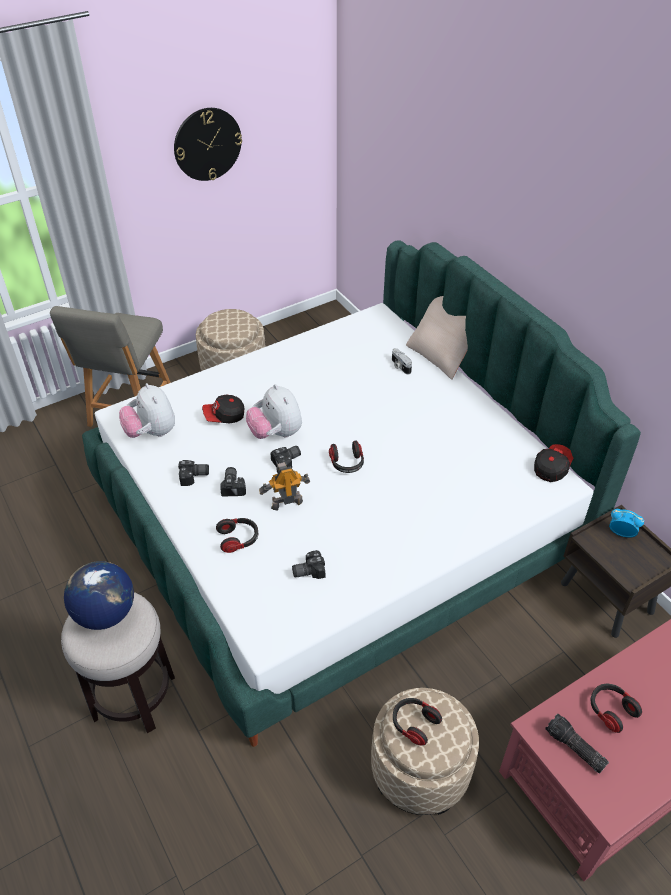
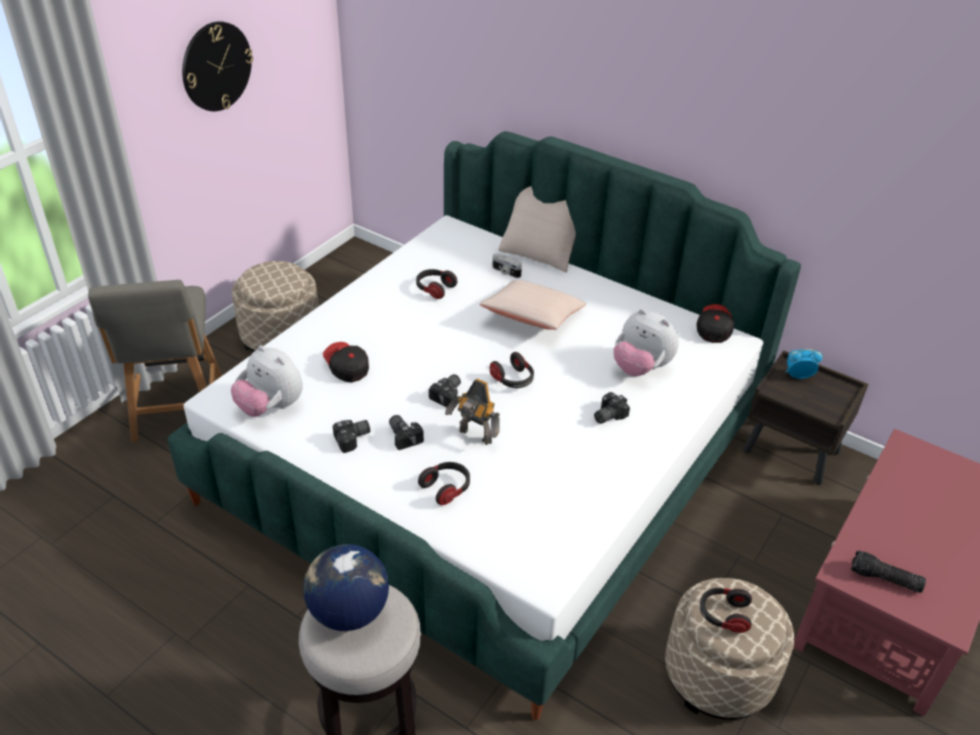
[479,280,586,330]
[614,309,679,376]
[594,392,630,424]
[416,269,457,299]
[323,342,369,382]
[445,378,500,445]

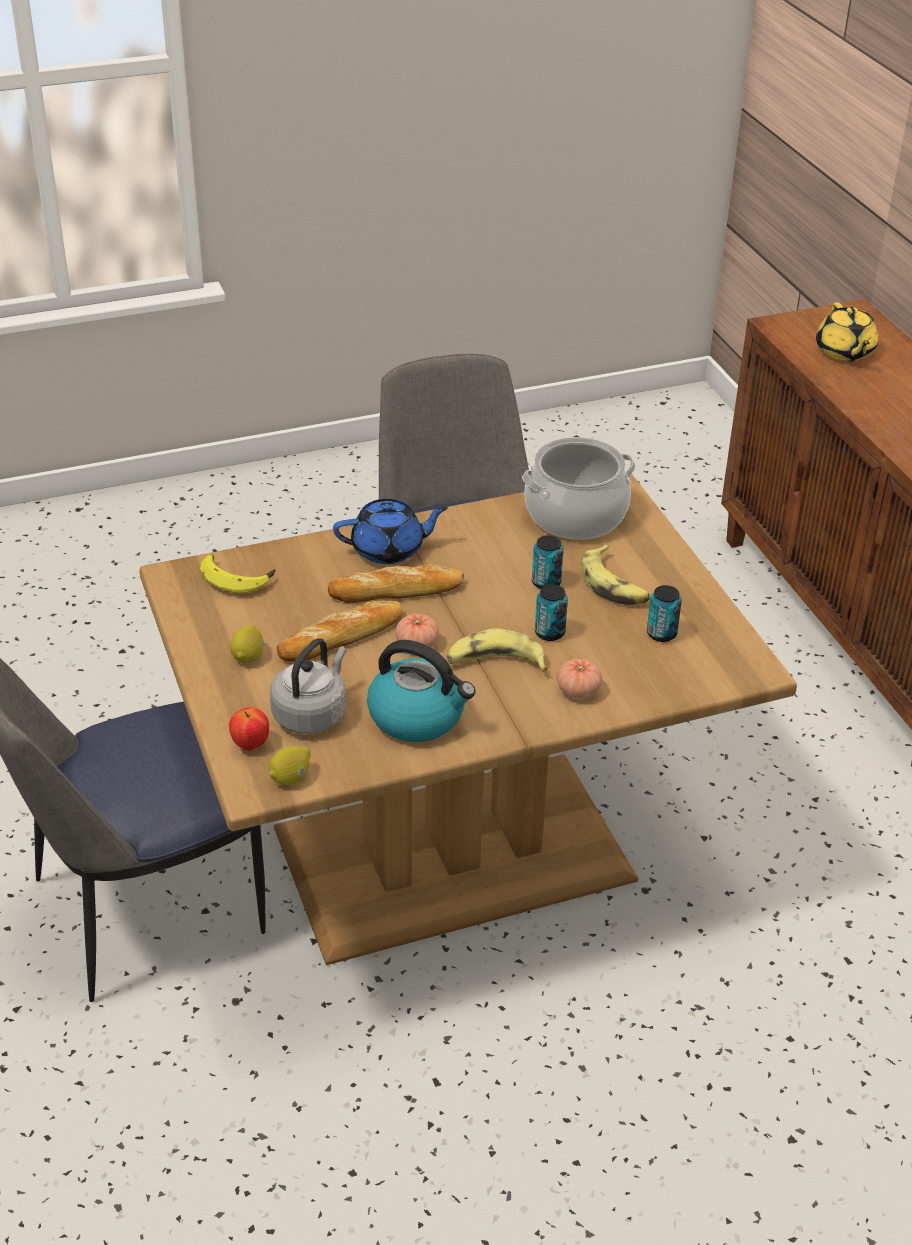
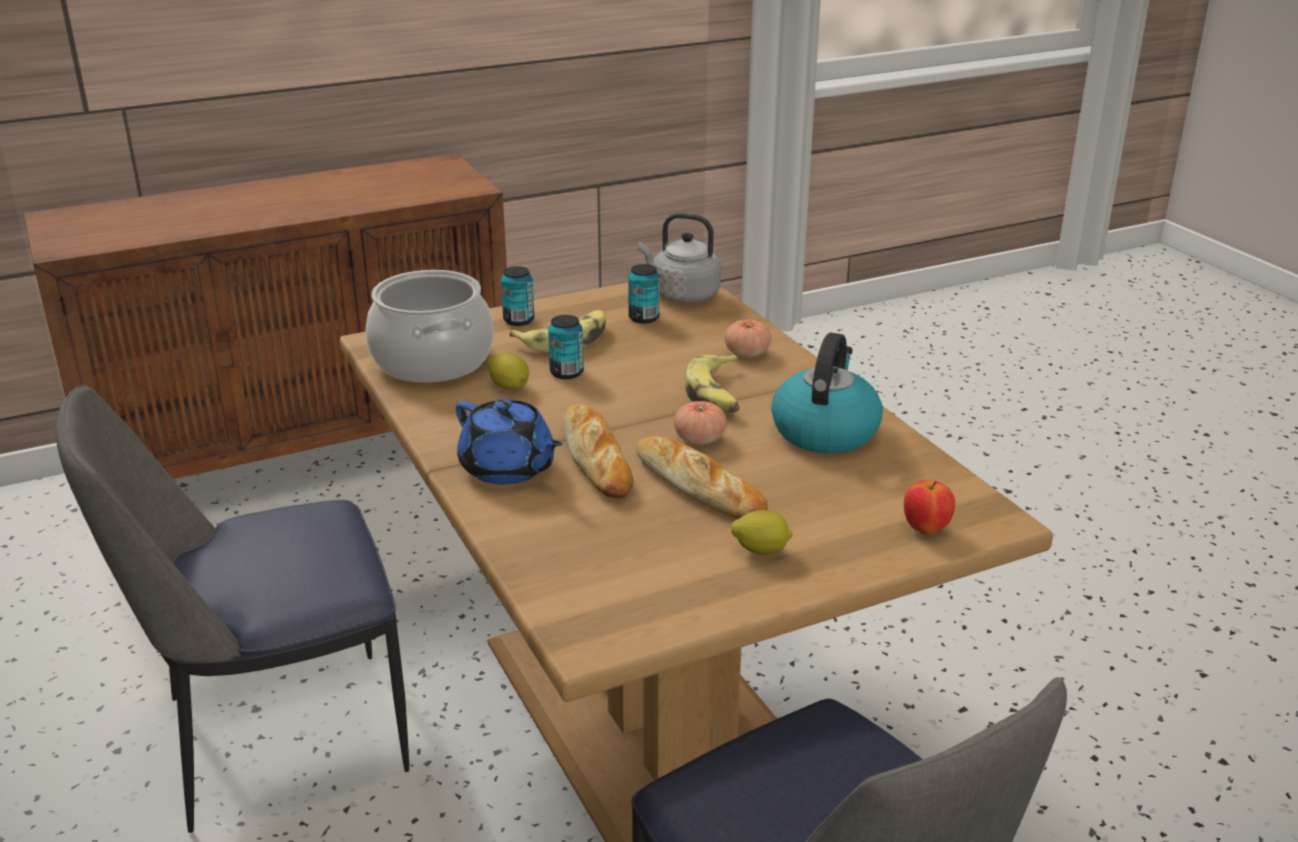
[200,554,275,593] (first image)
[816,302,878,361] (first image)
[488,353,529,390]
[638,213,721,303]
[501,266,534,326]
[456,399,562,485]

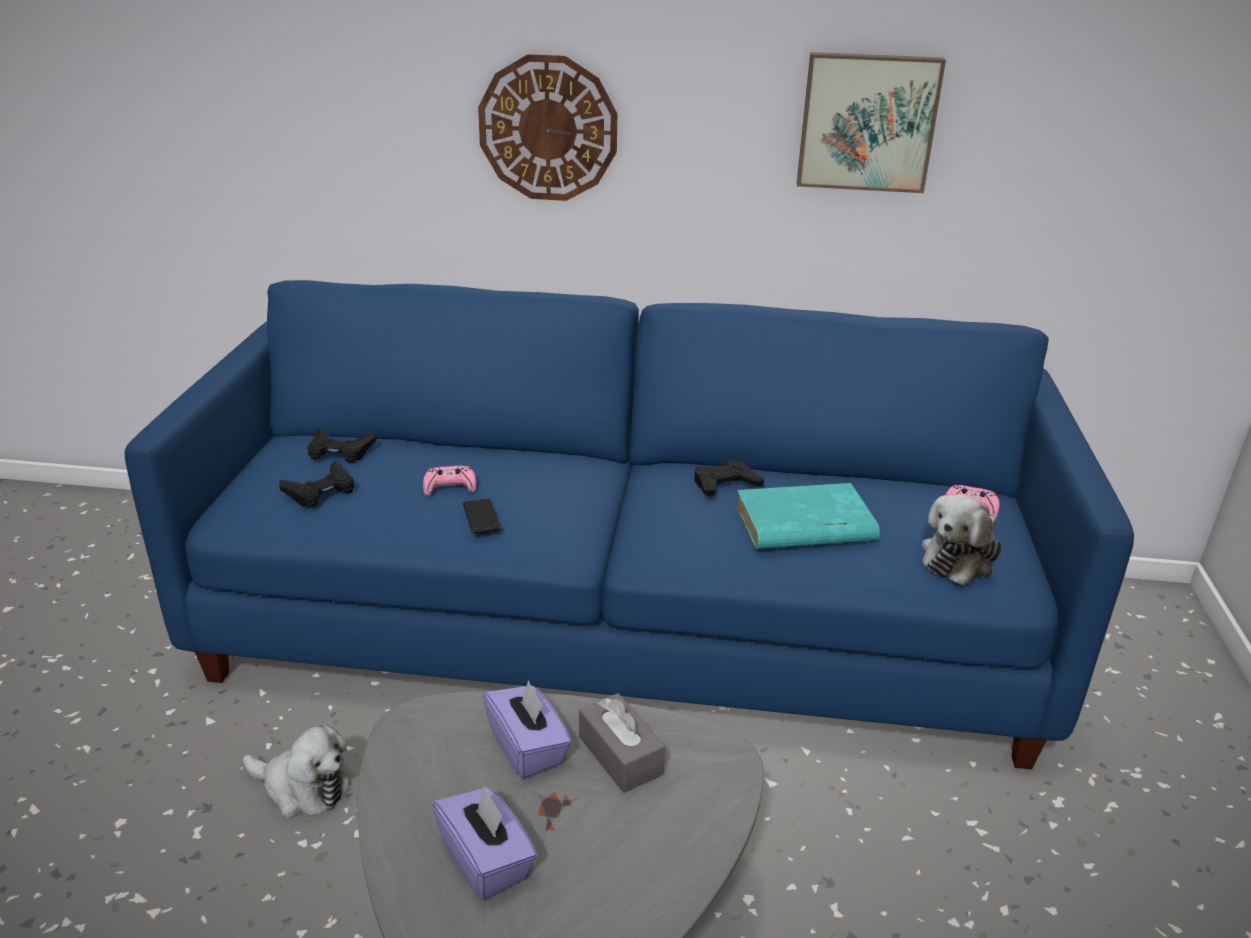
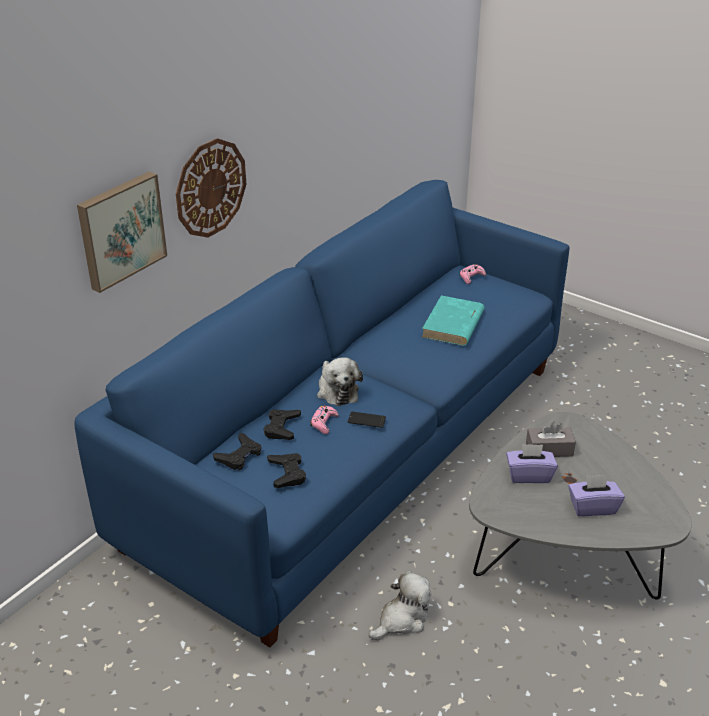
[264,409,301,440]
[77,172,167,293]
[317,357,363,406]

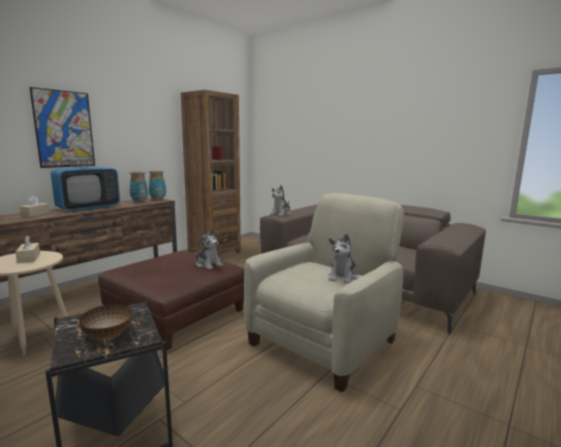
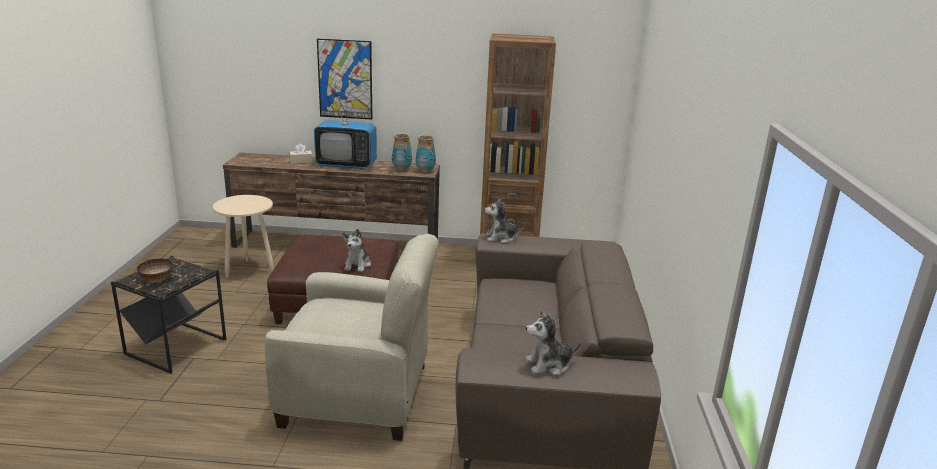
[15,236,40,263] (first image)
[525,310,581,375]

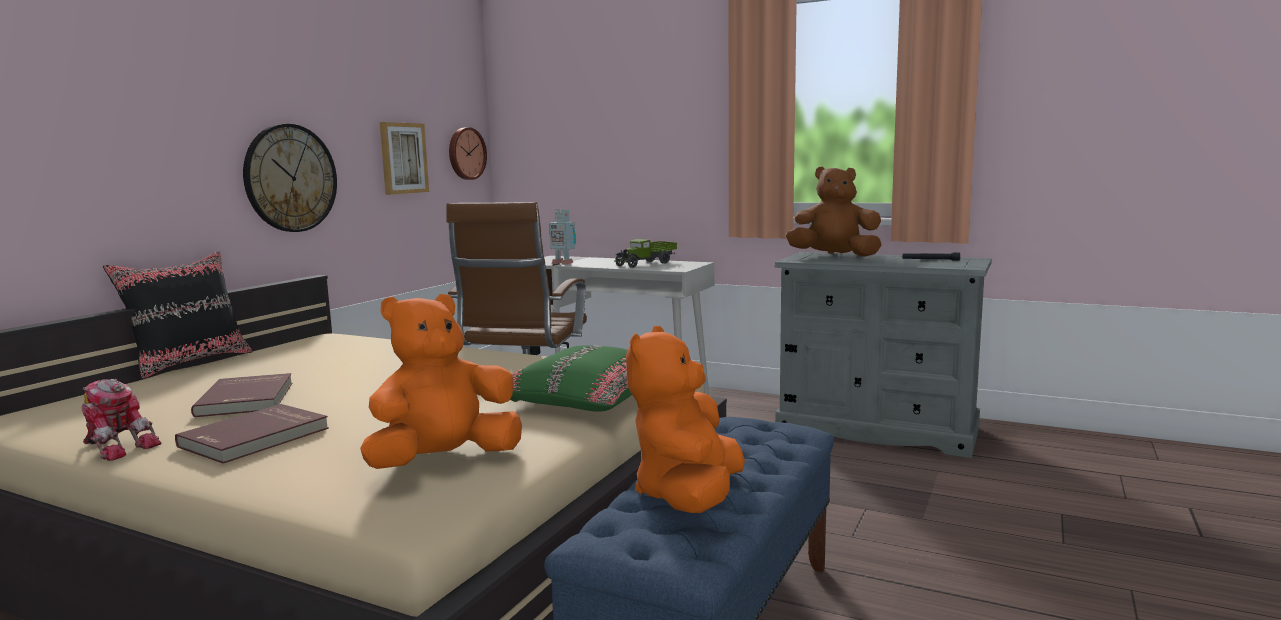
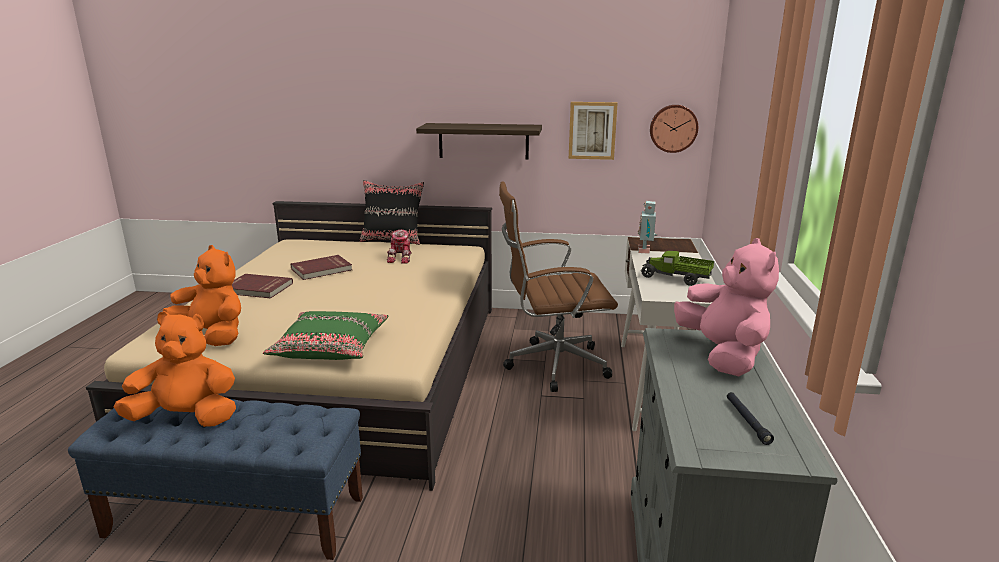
[387,230,412,264]
[416,123,542,159]
[674,238,779,376]

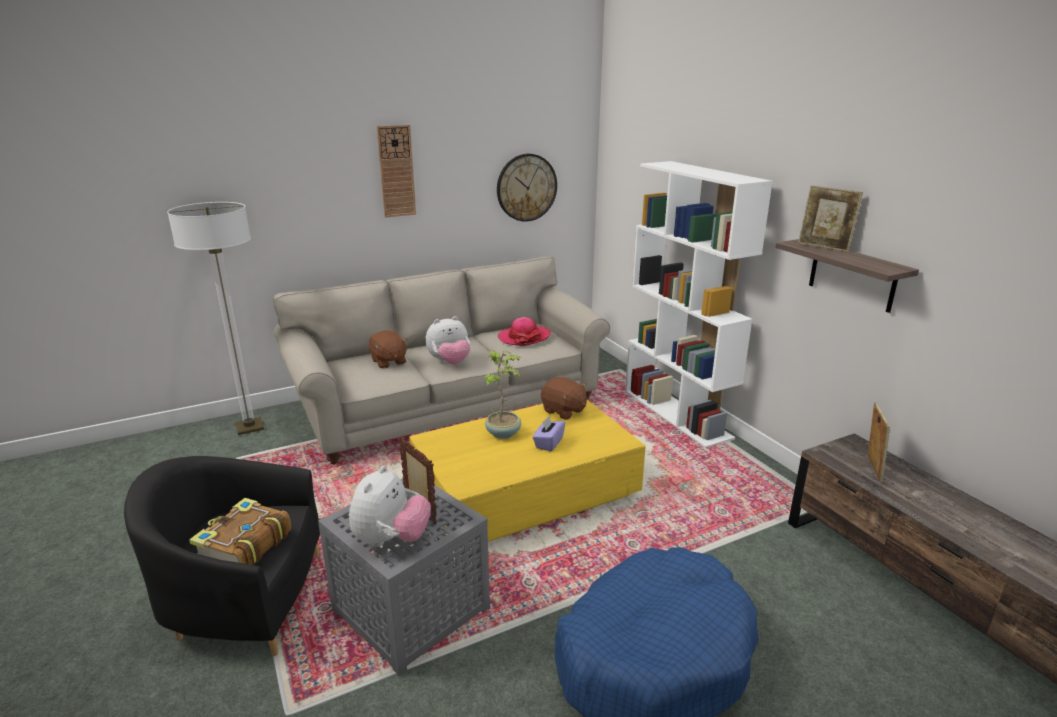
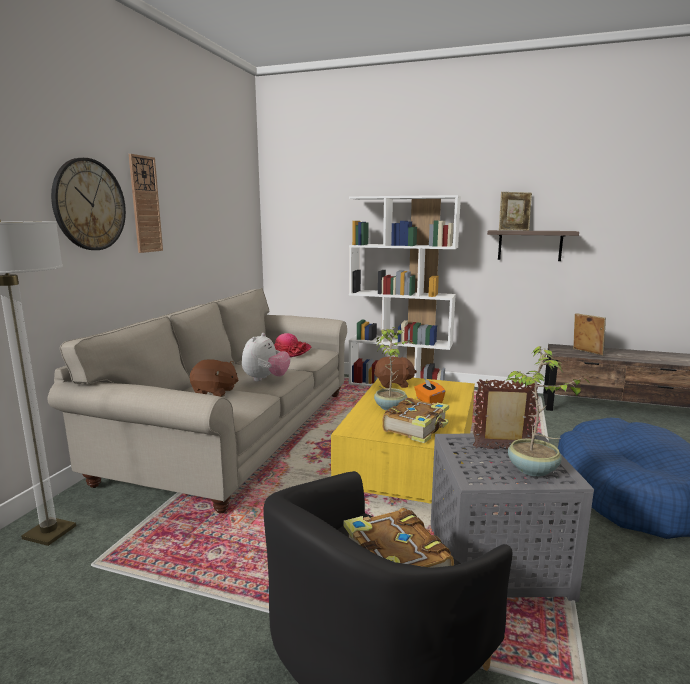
[382,398,449,443]
[51,158,126,250]
[506,346,590,477]
[414,378,445,403]

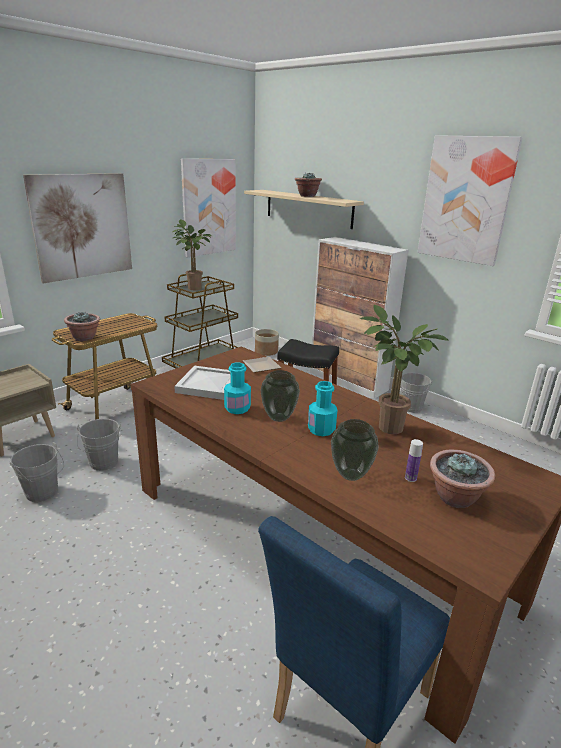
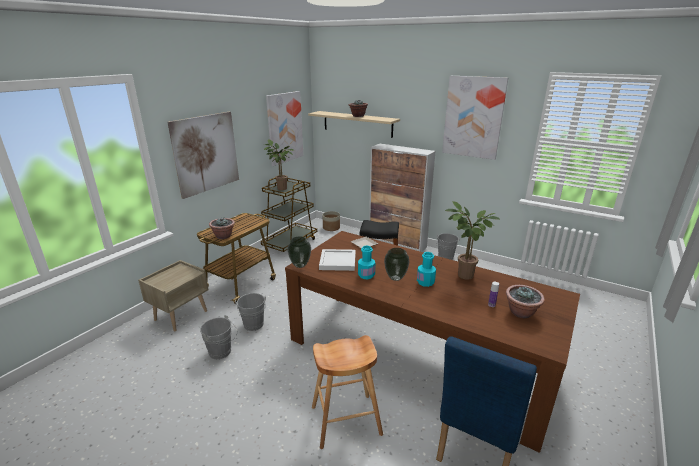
[312,335,383,449]
[287,236,311,268]

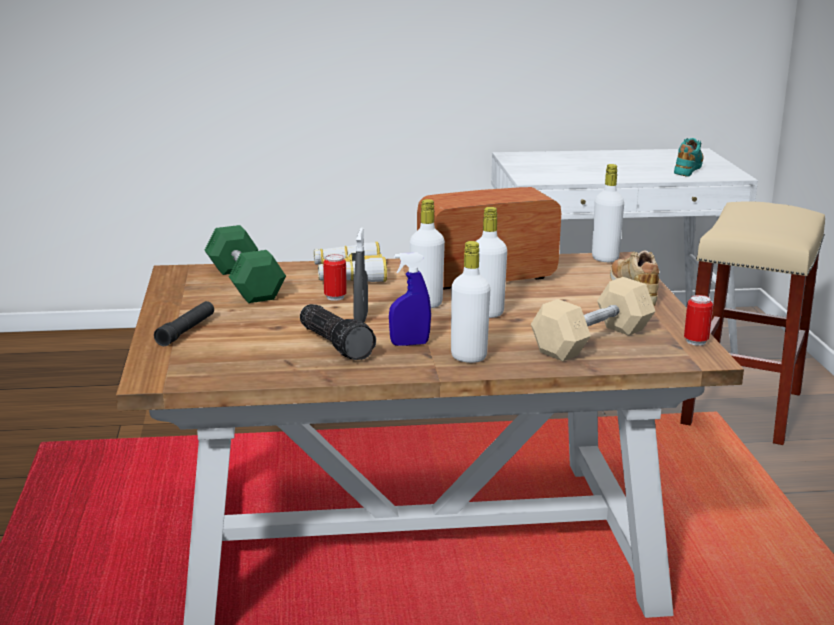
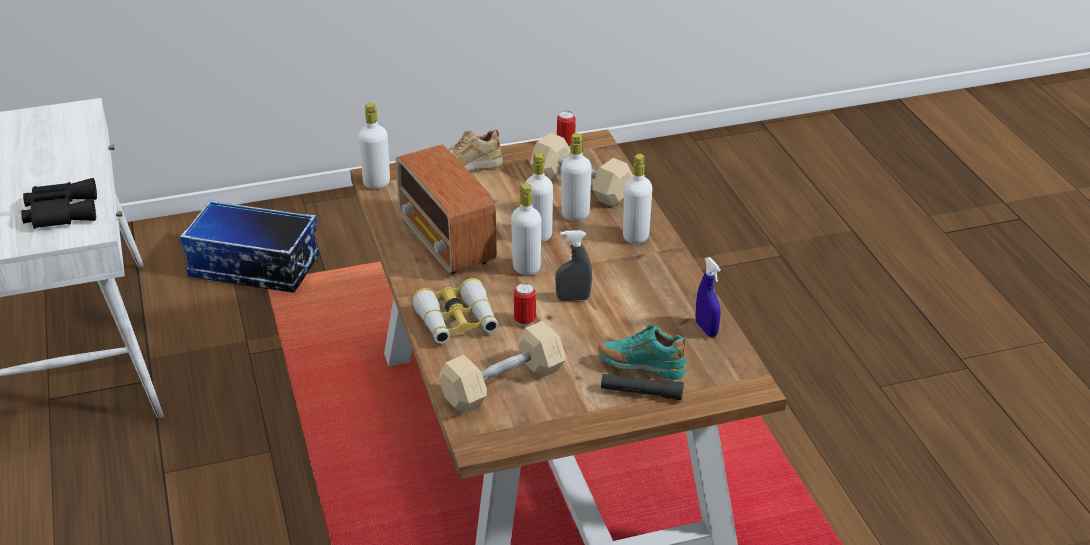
[300,304,376,360] (first image)
[21,178,97,229]
[561,133,592,221]
[696,257,721,337]
[598,325,686,380]
[180,200,319,293]
[439,321,565,414]

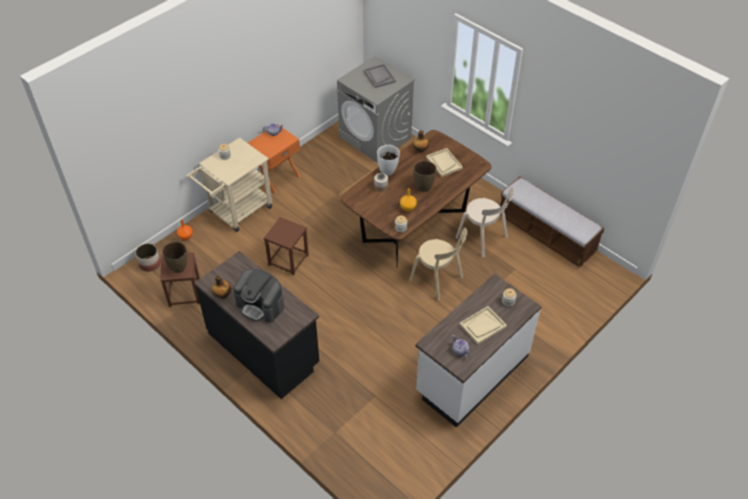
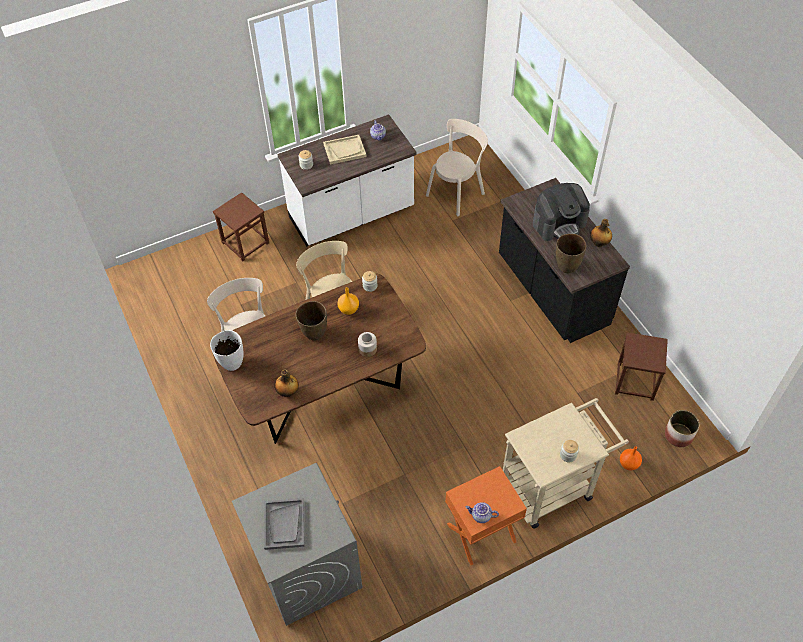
[426,148,463,177] (first image)
[500,177,605,267] (first image)
[426,119,488,216]
[556,234,587,273]
[213,192,269,261]
[210,330,244,371]
[533,183,590,241]

